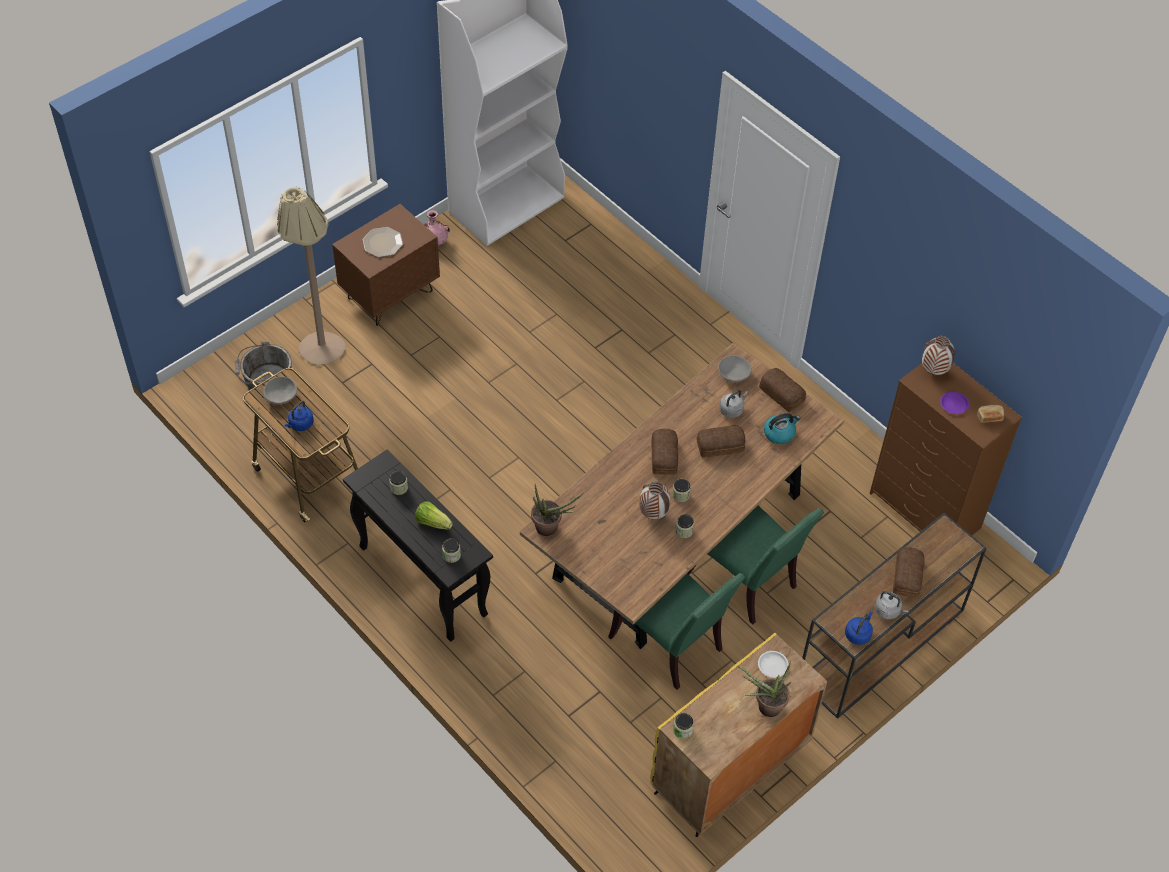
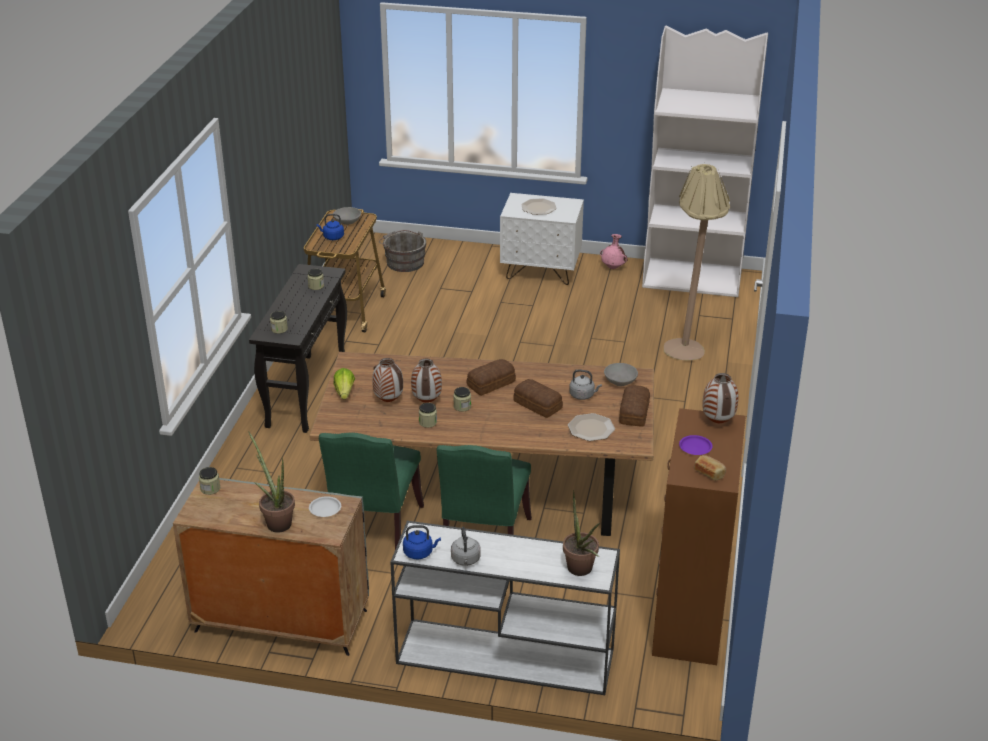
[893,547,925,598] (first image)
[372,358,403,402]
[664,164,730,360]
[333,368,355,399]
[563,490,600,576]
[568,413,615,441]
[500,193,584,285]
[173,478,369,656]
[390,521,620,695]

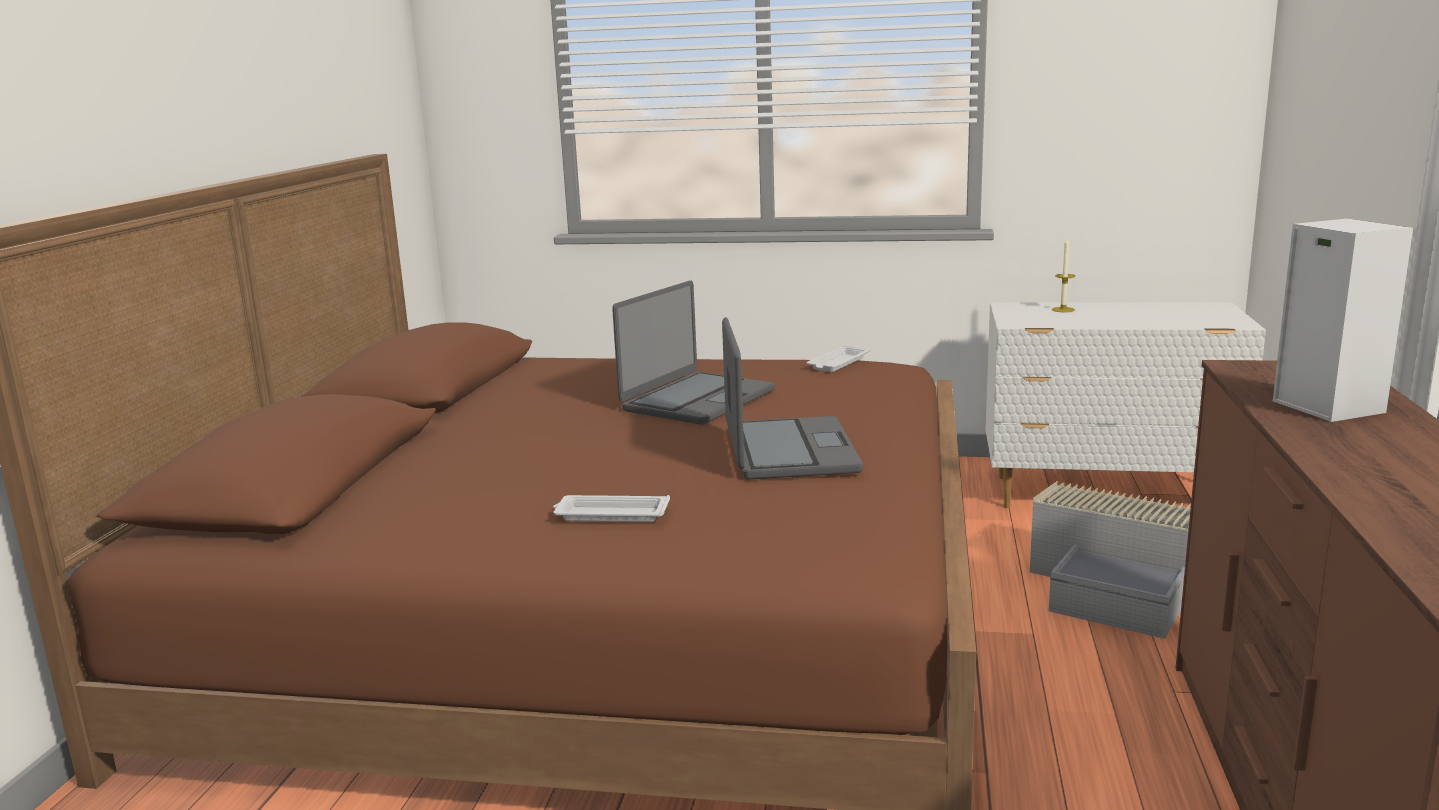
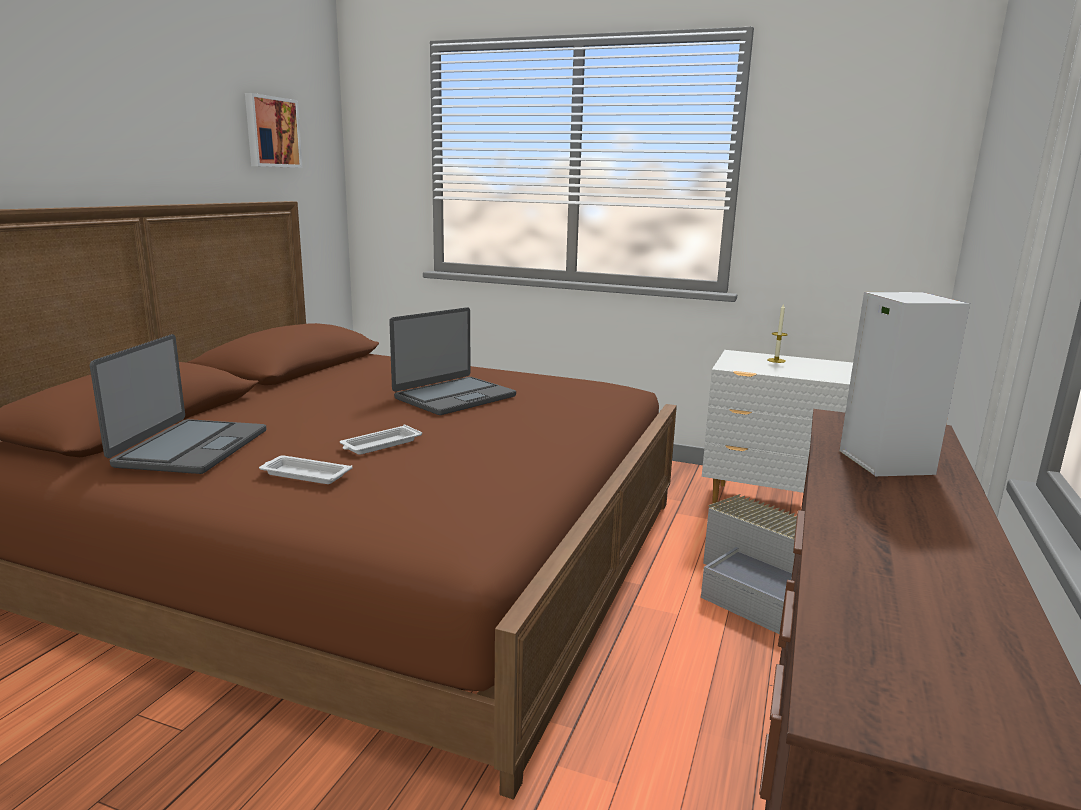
[245,93,302,168]
[90,334,266,474]
[340,425,422,455]

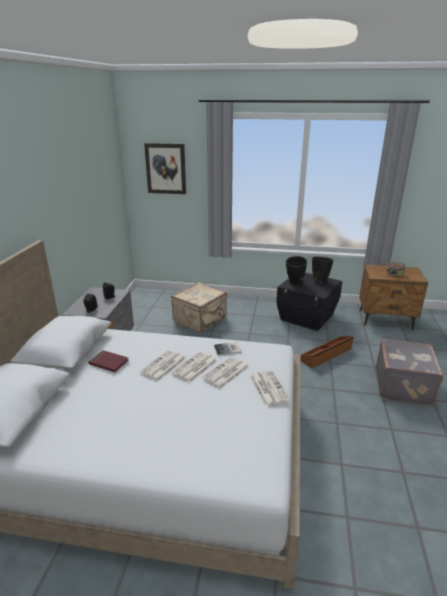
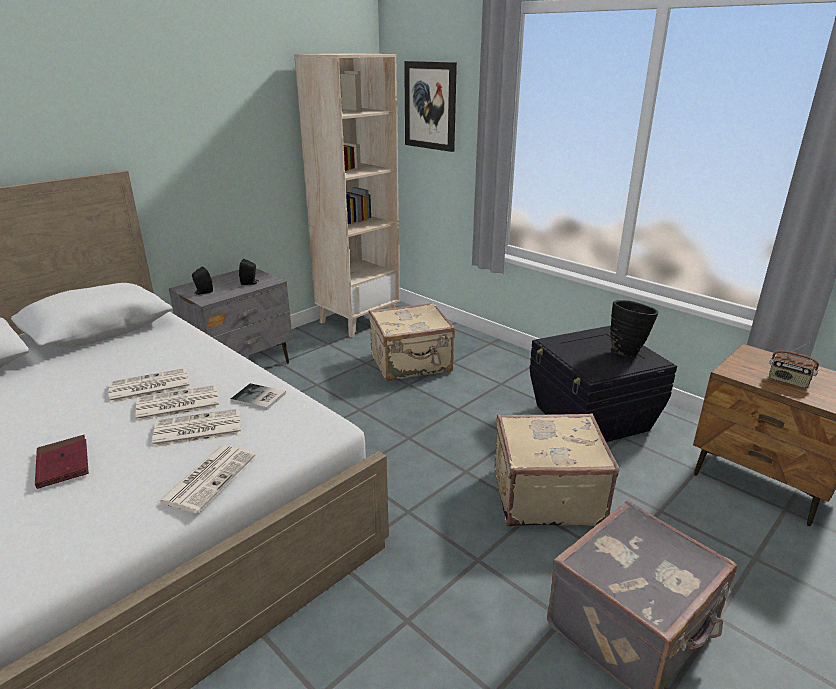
[286,256,307,285] (first image)
[294,53,400,338]
[35,435,89,489]
[495,413,620,527]

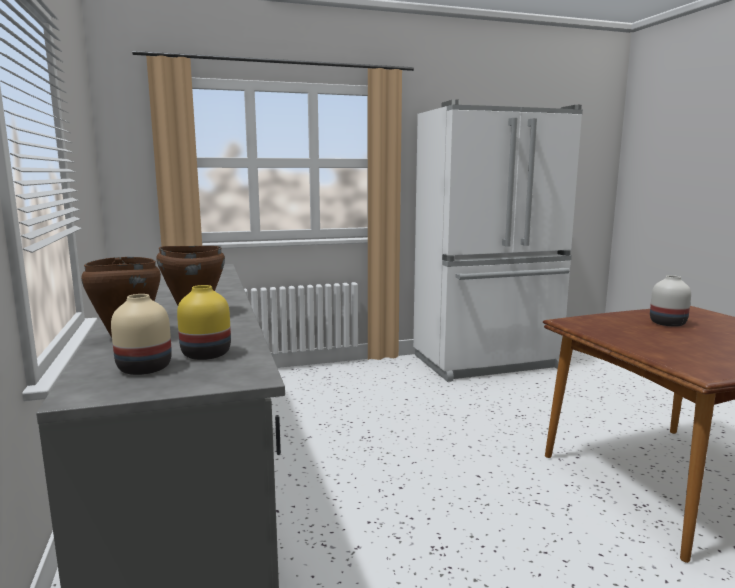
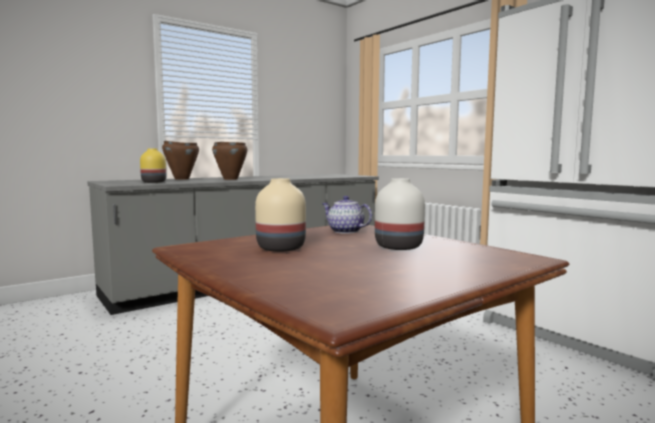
[322,196,372,234]
[255,178,306,252]

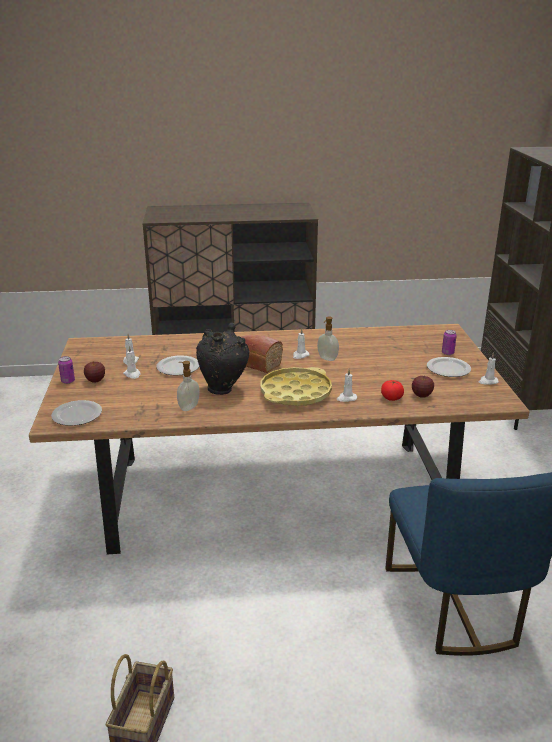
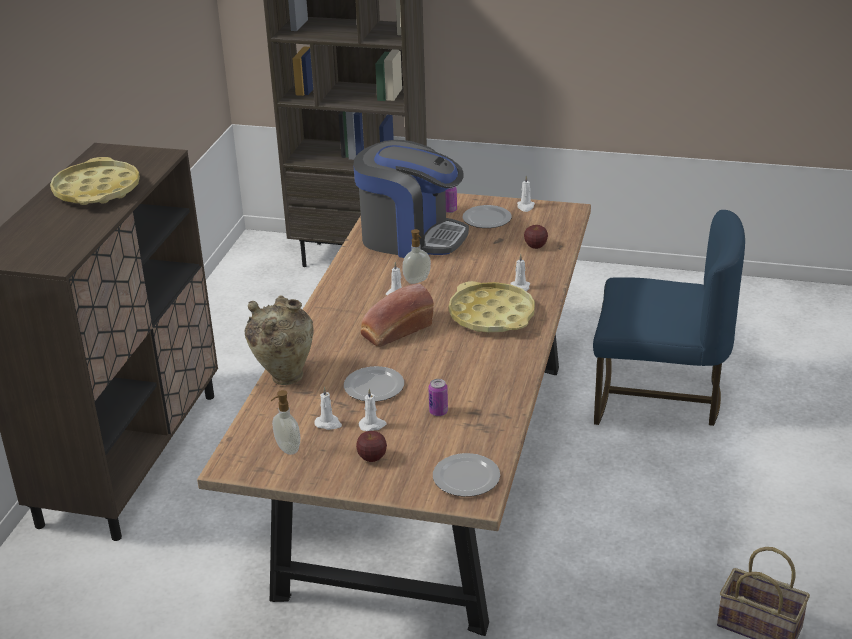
[196,323,249,395] (first image)
[381,380,404,401] (first image)
[50,157,140,205]
[245,295,314,385]
[353,140,469,258]
[428,379,448,416]
[271,390,300,455]

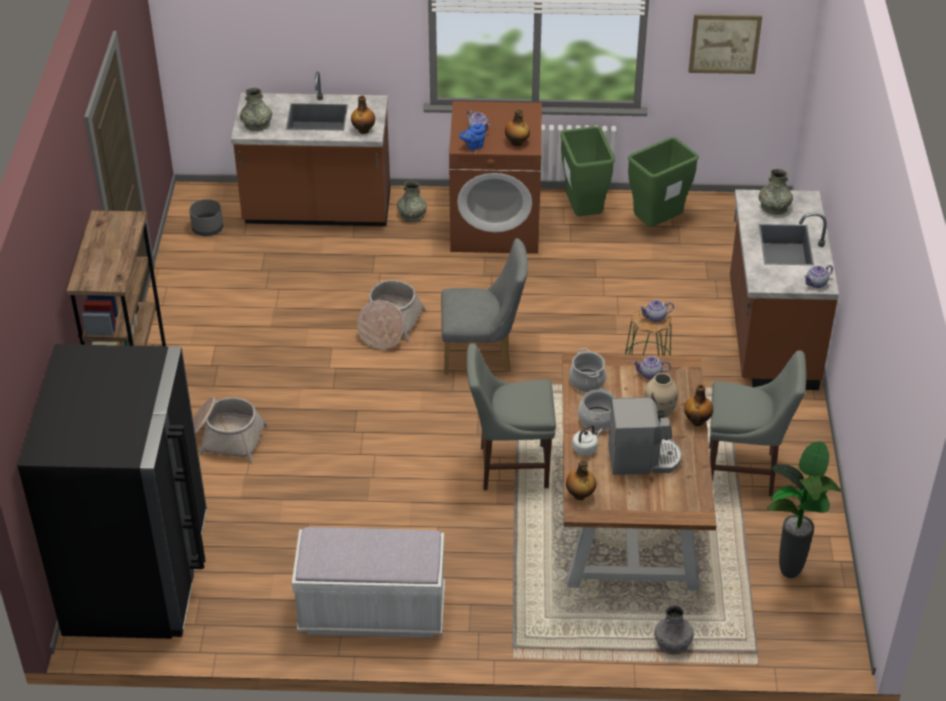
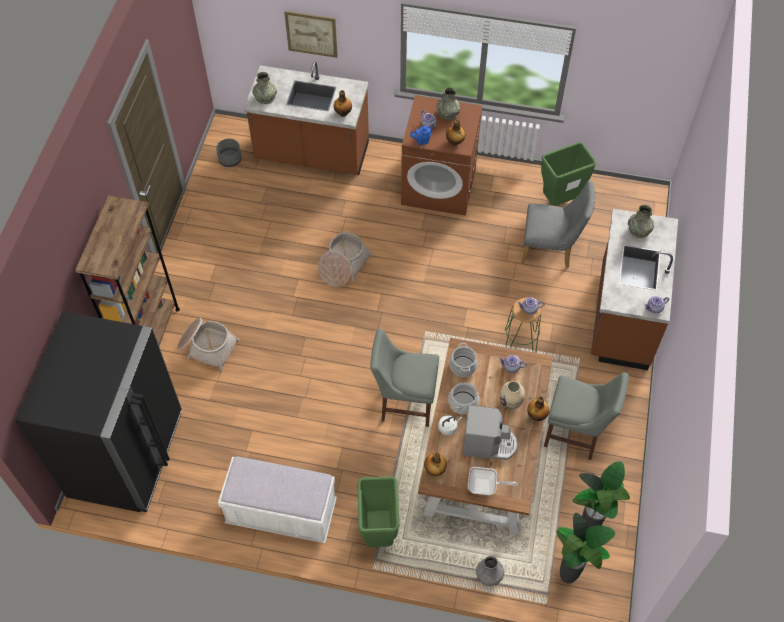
[468,467,518,495]
[556,513,615,583]
[436,87,460,120]
[521,180,595,268]
[357,476,400,547]
[284,11,338,58]

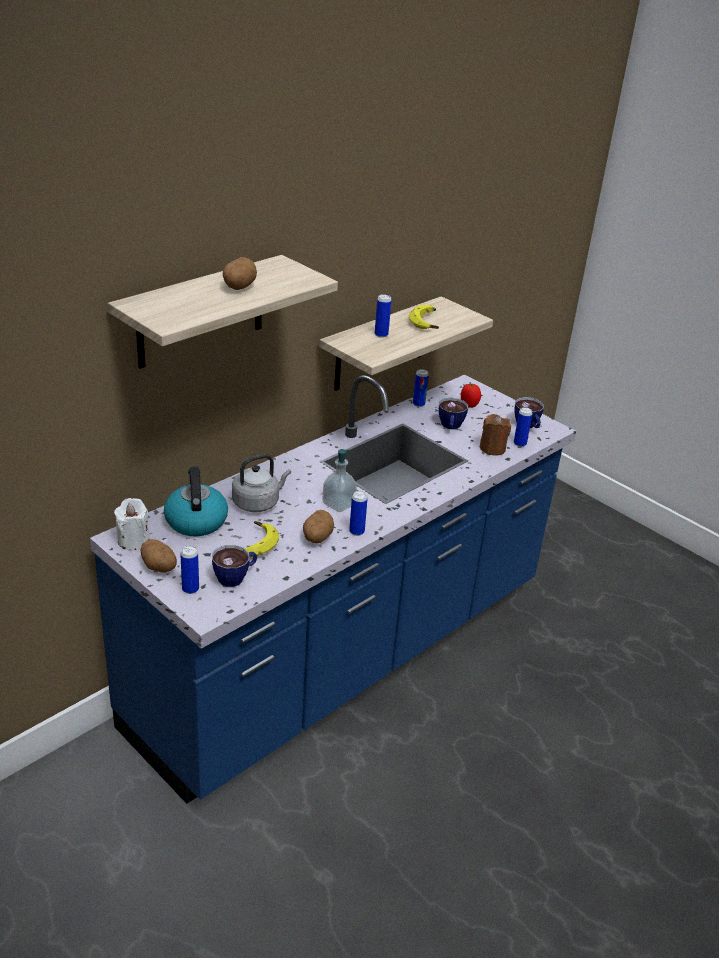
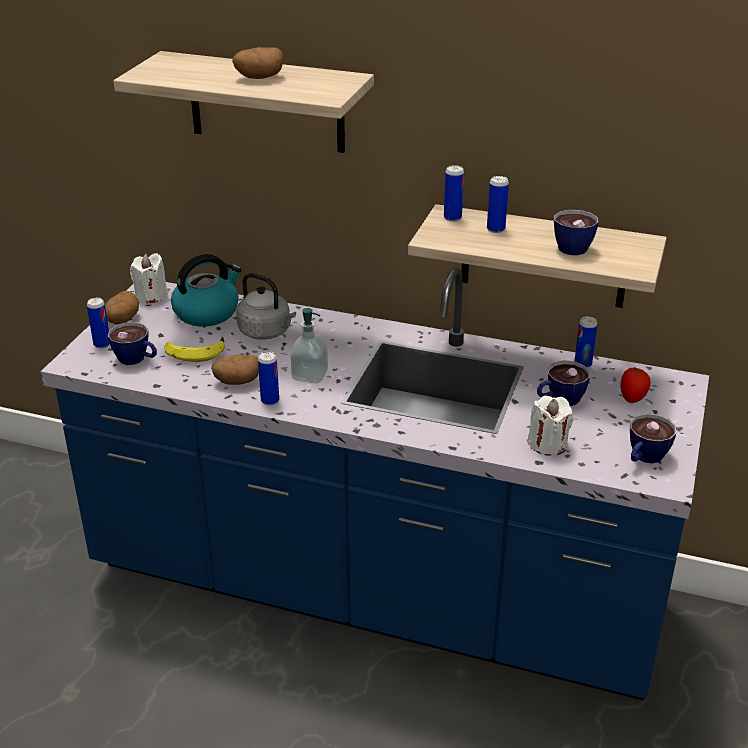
[444,165,464,222]
[554,210,599,255]
[528,396,574,456]

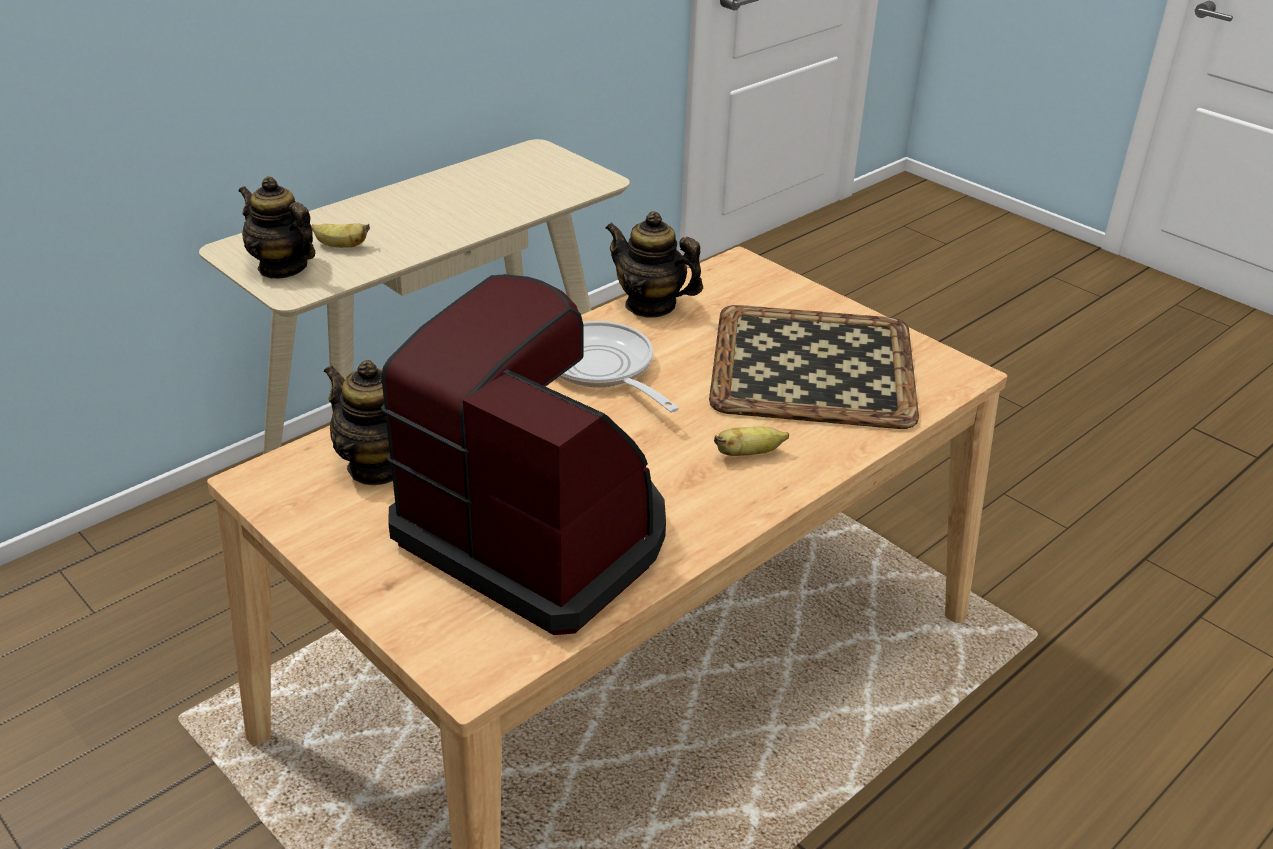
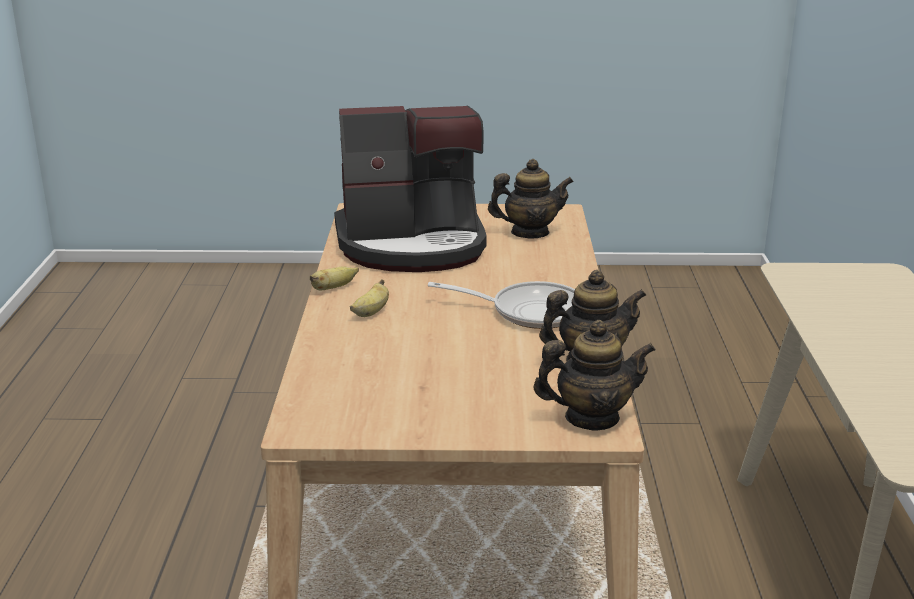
[709,305,919,429] (first image)
[534,320,656,431]
[310,267,359,290]

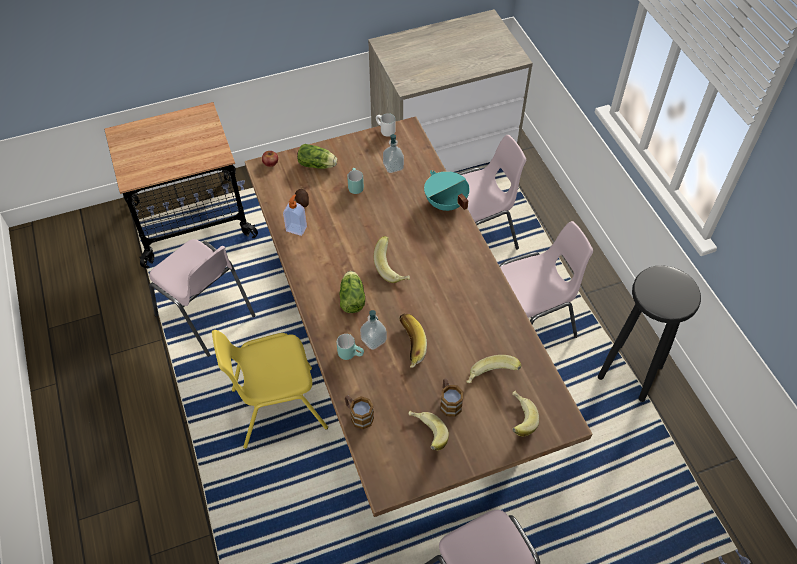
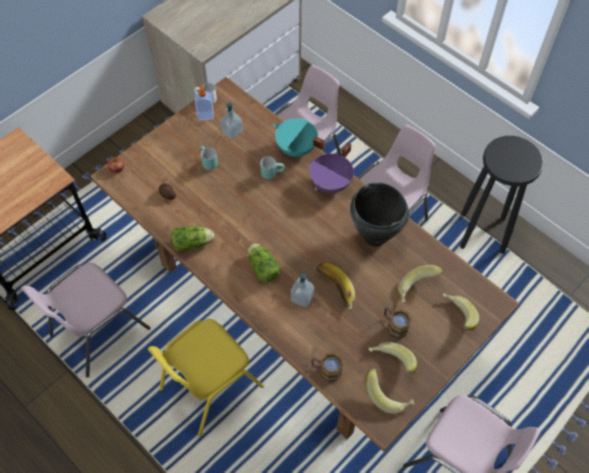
[309,142,354,193]
[350,182,409,247]
[195,84,214,120]
[171,226,214,251]
[260,156,285,179]
[365,368,414,414]
[21,263,150,378]

